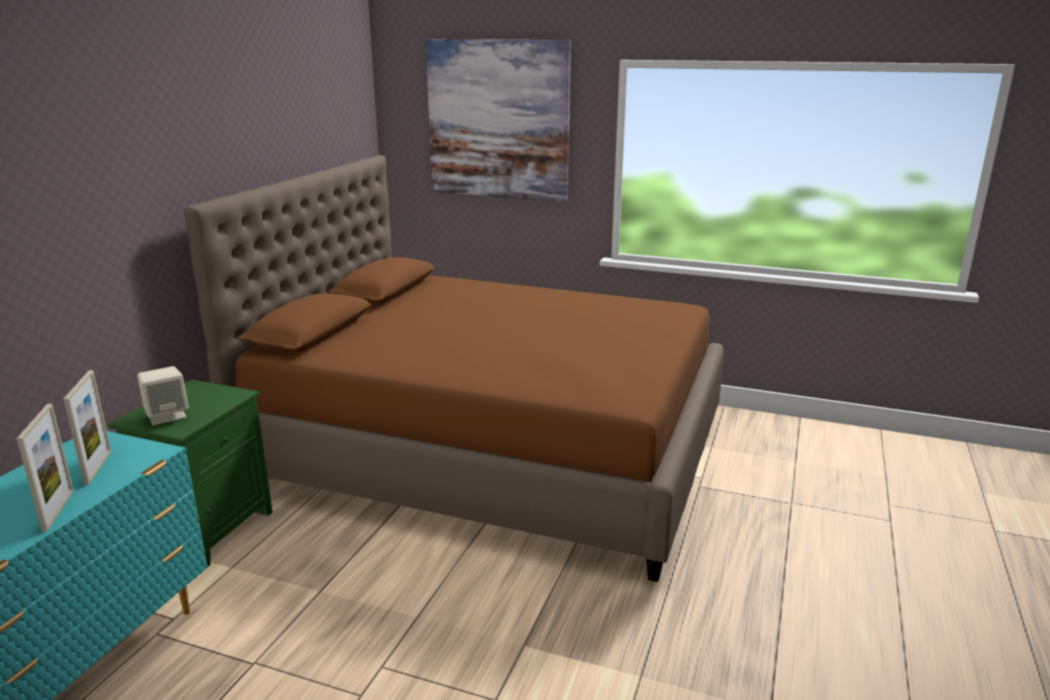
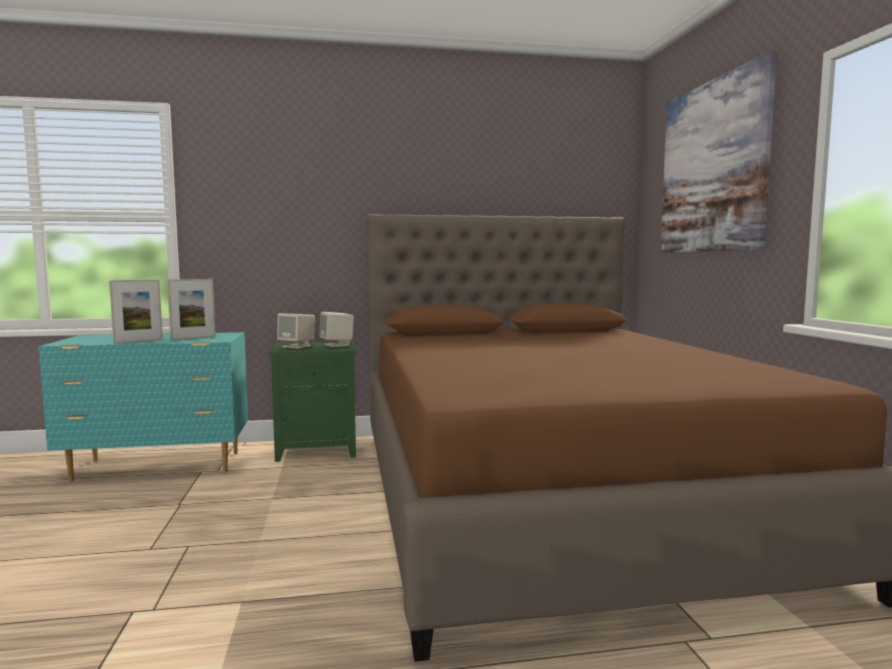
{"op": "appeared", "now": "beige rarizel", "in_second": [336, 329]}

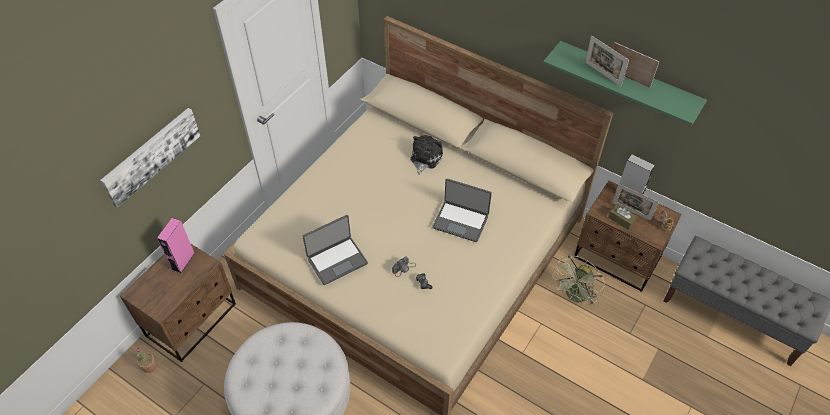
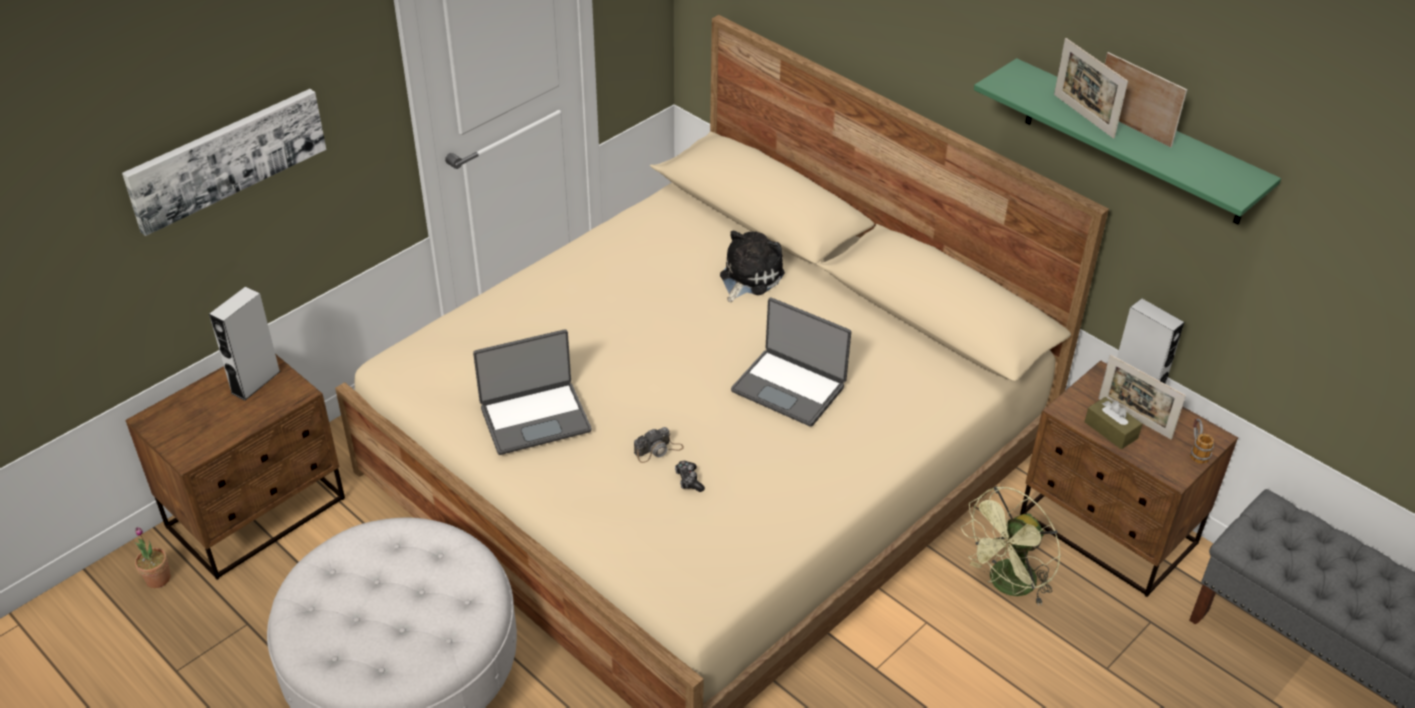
{"op": "colour", "was": "pink rarizel", "now": "grey rarizel", "in_first": [176, 245], "in_second": [245, 343]}

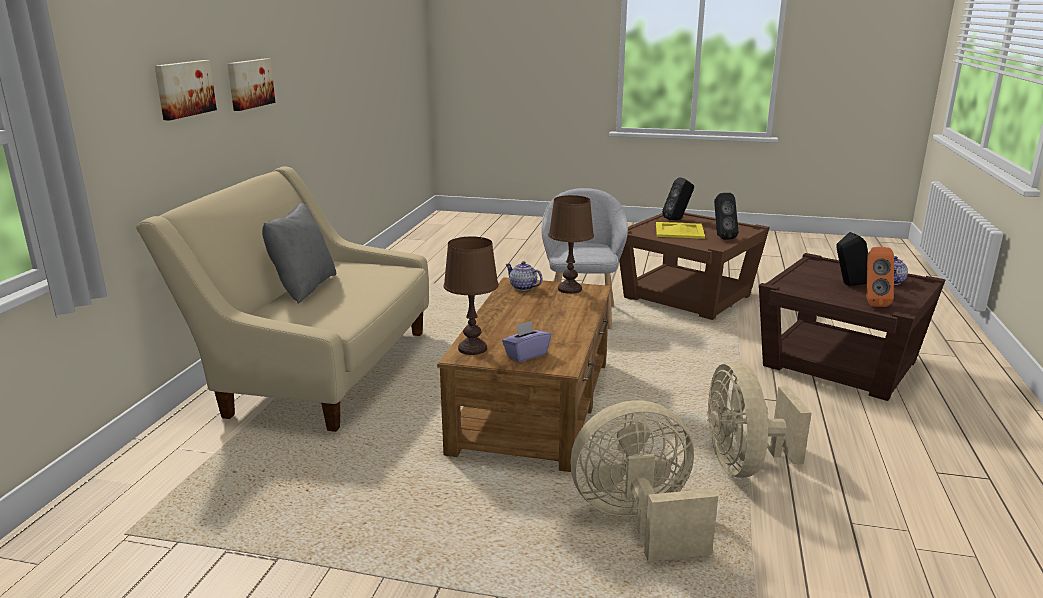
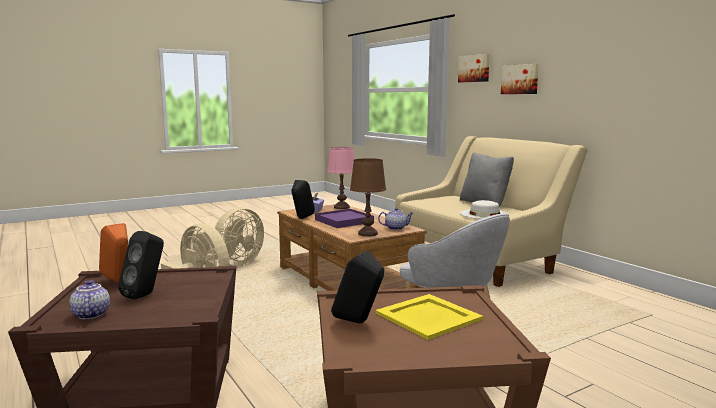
{"op": "relocated", "was": "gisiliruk", "in_first": [251, 84], "in_second": [474, 68]}
{"op": "colour", "was": "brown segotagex", "now": "pink segotagex", "in_first": [471, 296], "in_second": [340, 178]}
{"op": "relocated", "was": "black rarizel", "in_first": [678, 198], "in_second": [303, 199]}
{"op": "appeared", "now": "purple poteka", "in_second": [344, 218]}
{"op": "appeared", "now": "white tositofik", "in_second": [485, 209]}

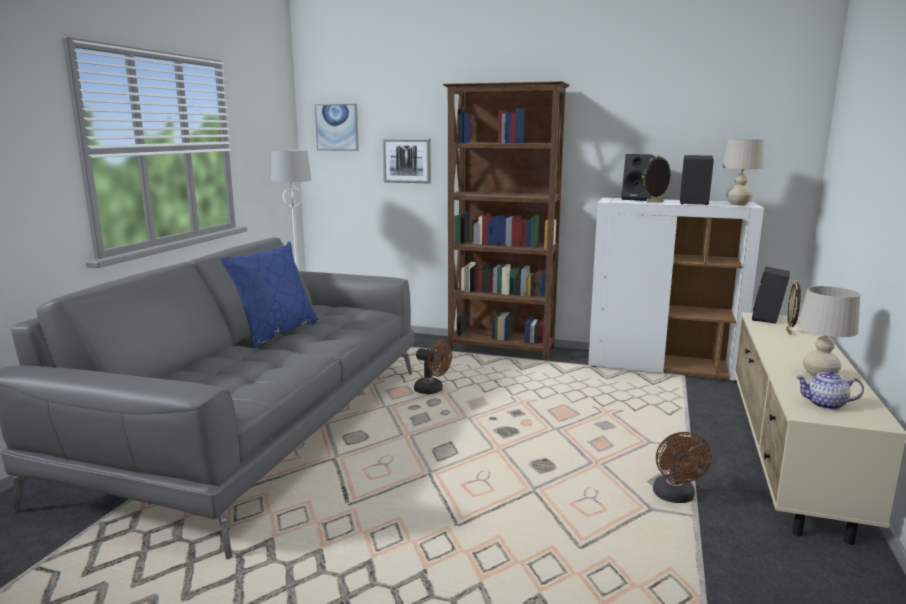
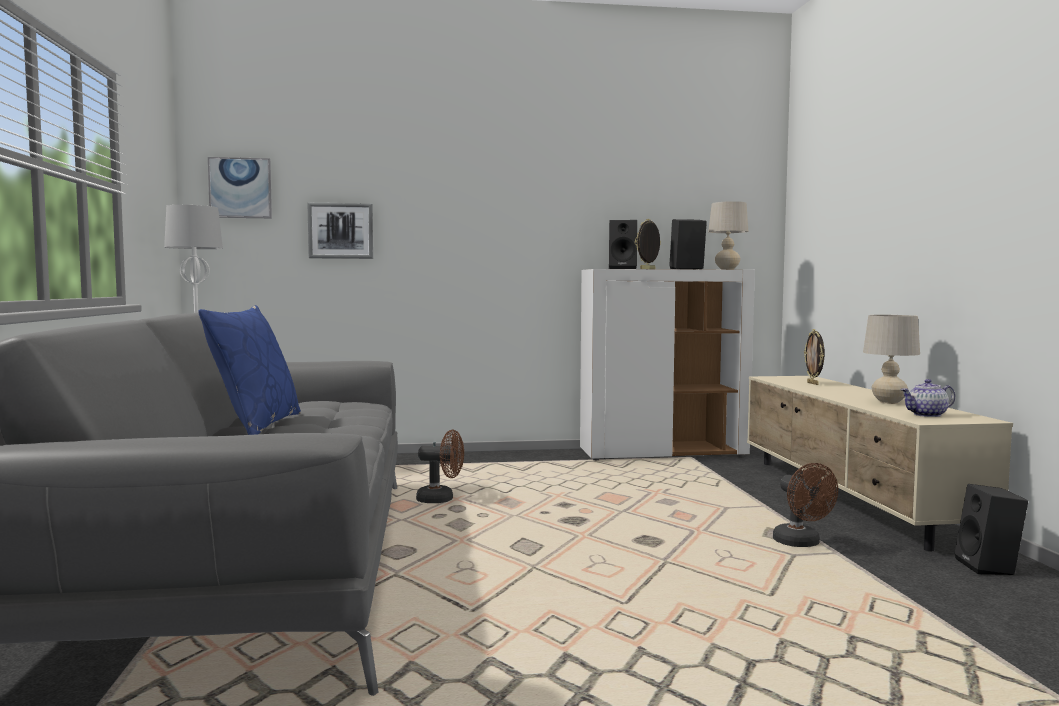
{"op": "missing", "was": "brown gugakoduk", "in_first": [506, 221]}
{"op": "relocated", "was": "black rarizel", "in_first": [771, 295], "in_second": [991, 529]}

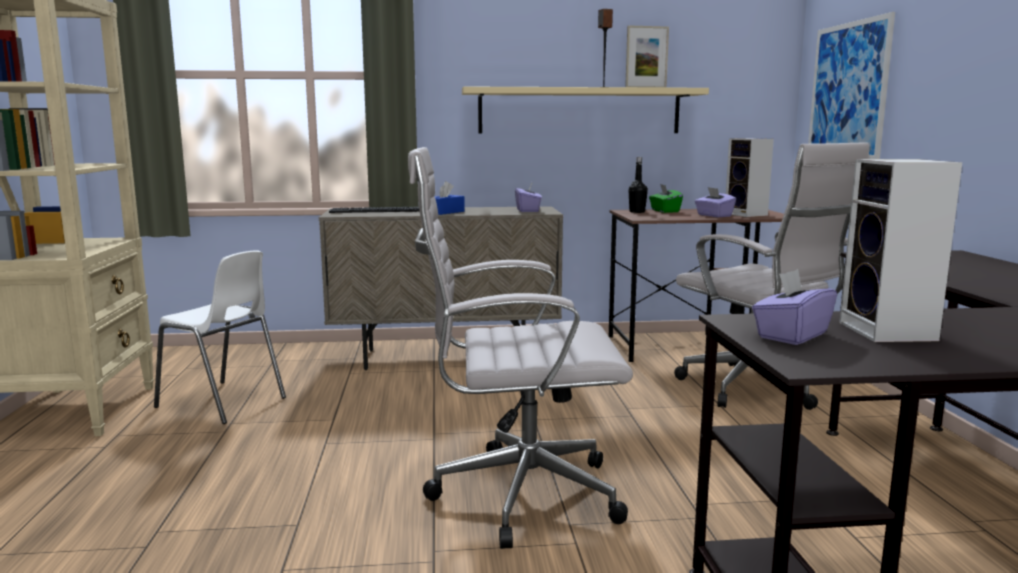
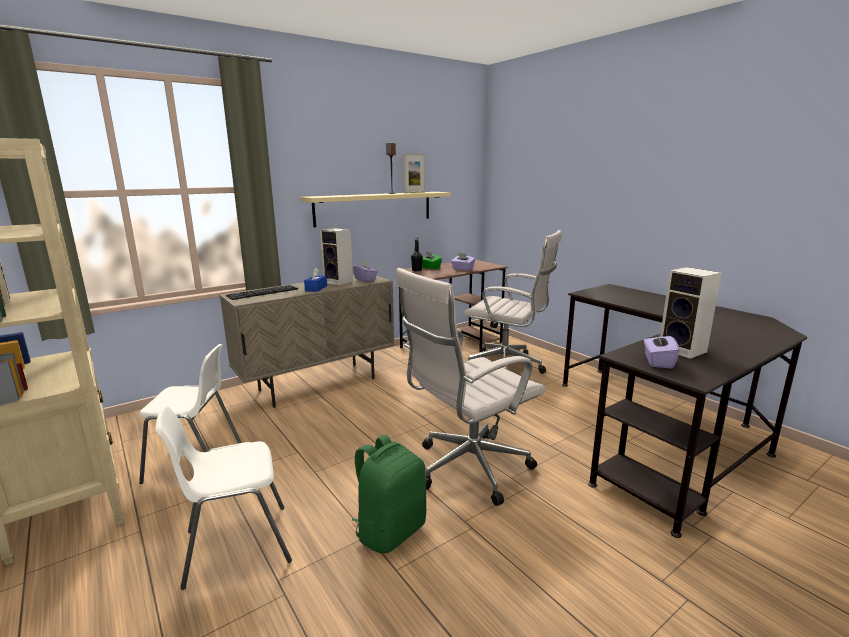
{"op": "relocated", "was": "rarizel", "in_first": [750, 177], "in_second": [336, 257]}
{"op": "missing", "was": "gisiliruk", "in_first": [851, 85]}
{"op": "appeared", "now": "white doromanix", "in_second": [223, 497]}
{"op": "appeared", "now": "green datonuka", "in_second": [389, 494]}

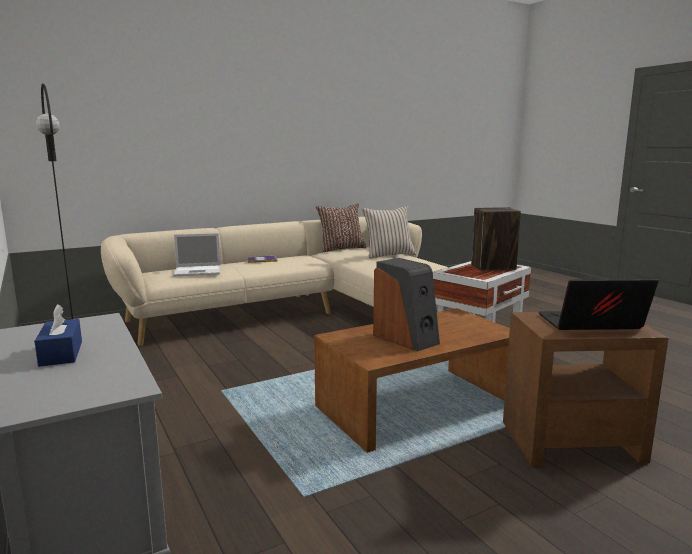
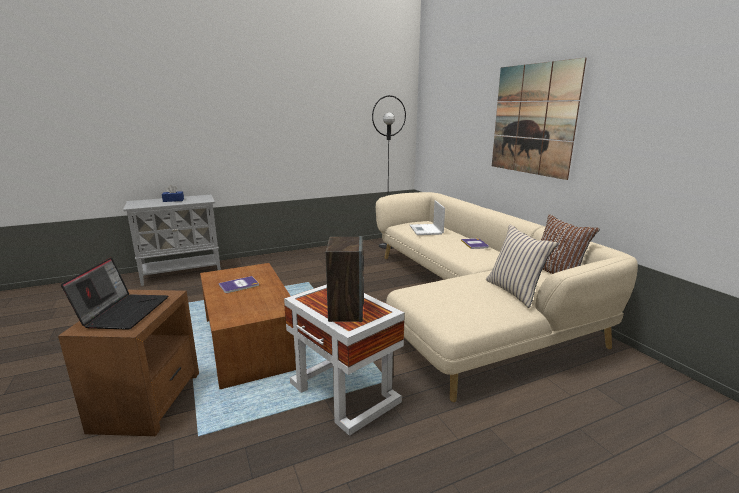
{"op": "exchanged", "was": "rarizel", "now": "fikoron", "in_first": [406, 304], "in_second": [239, 284]}
{"op": "appeared", "now": "gisiliruk", "in_second": [539, 119]}

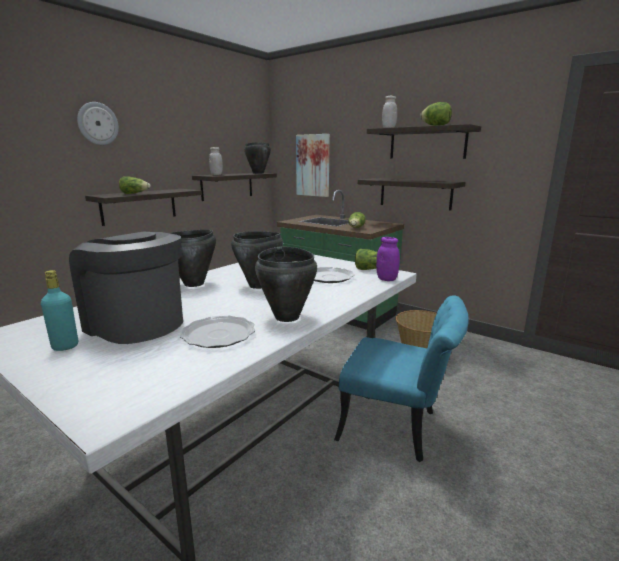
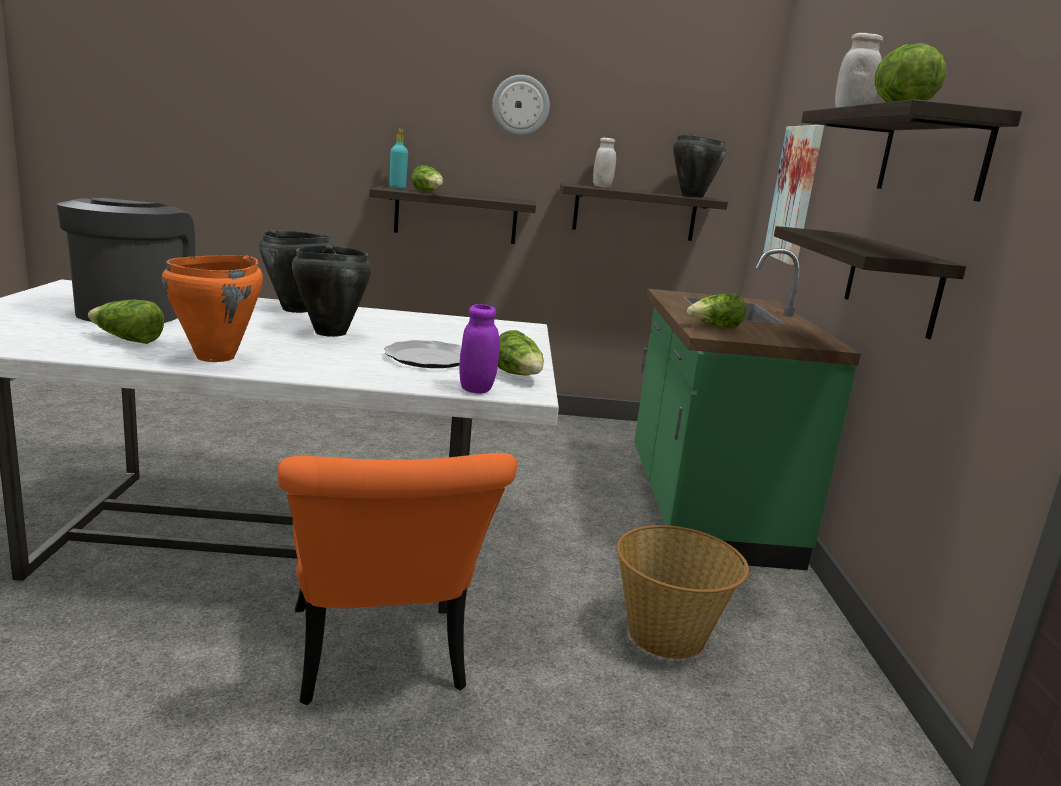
{"op": "relocated", "was": "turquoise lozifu", "in_first": [59, 310], "in_second": [399, 159]}
{"op": "relocated", "was": "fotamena", "in_first": [98, 123], "in_second": [521, 105]}
{"op": "exchanged", "was": "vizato", "now": "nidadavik", "in_first": [217, 332], "in_second": [126, 322]}
{"op": "colour", "was": "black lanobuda", "now": "orange lanobuda", "in_first": [286, 284], "in_second": [212, 308]}
{"op": "colour", "was": "turquoise doromanix", "now": "orange doromanix", "in_first": [401, 378], "in_second": [397, 579]}

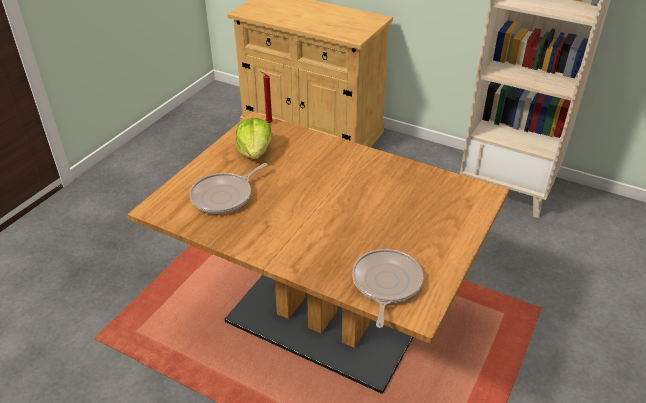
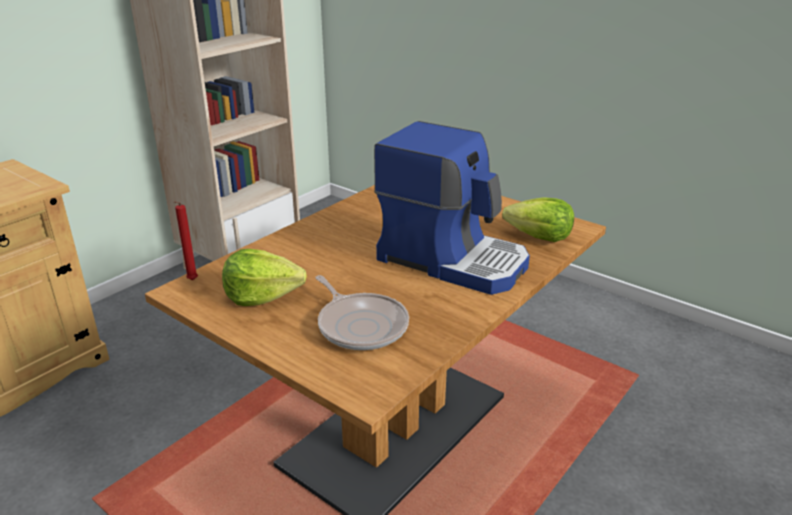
{"op": "exchanged", "was": "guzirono", "now": "nidadavik", "in_first": [387, 288], "in_second": [538, 219]}
{"op": "appeared", "now": "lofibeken", "in_second": [452, 208]}

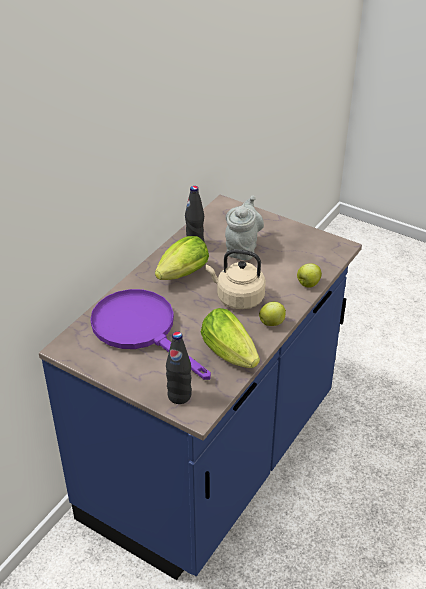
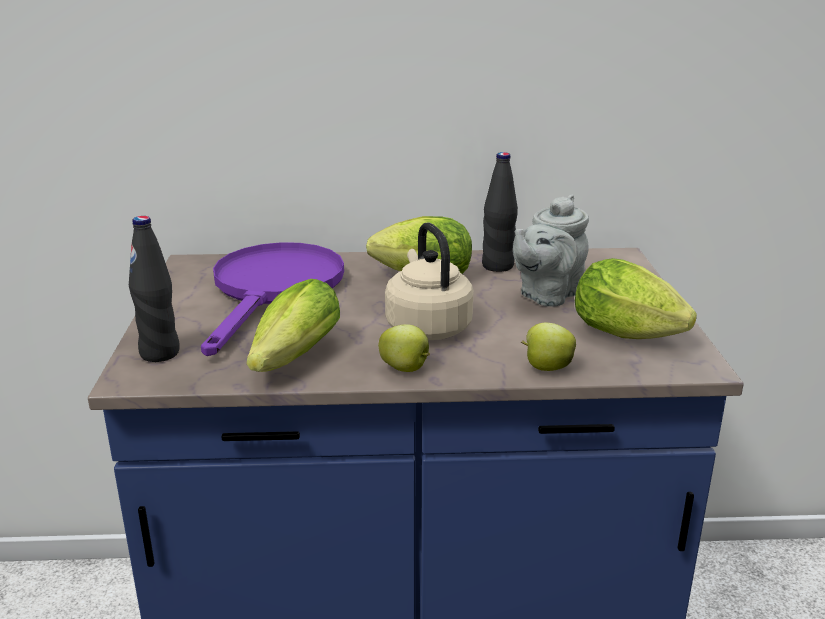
{"op": "spun", "was": "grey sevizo", "in_first": [244, 228], "in_second": [551, 251], "clockwise": 150}
{"op": "appeared", "now": "nidadavik", "in_second": [636, 298]}

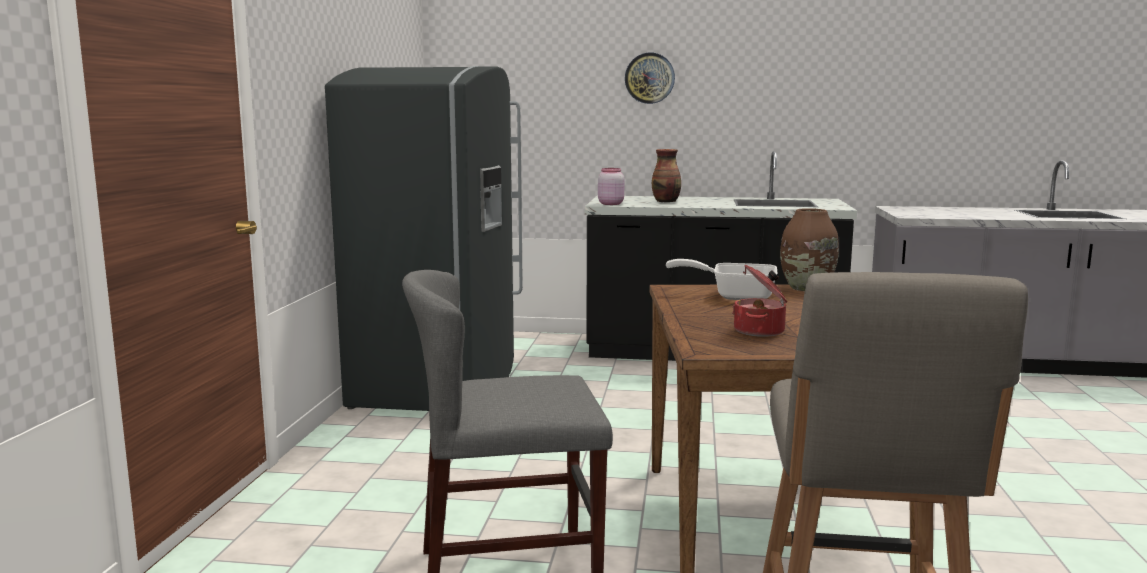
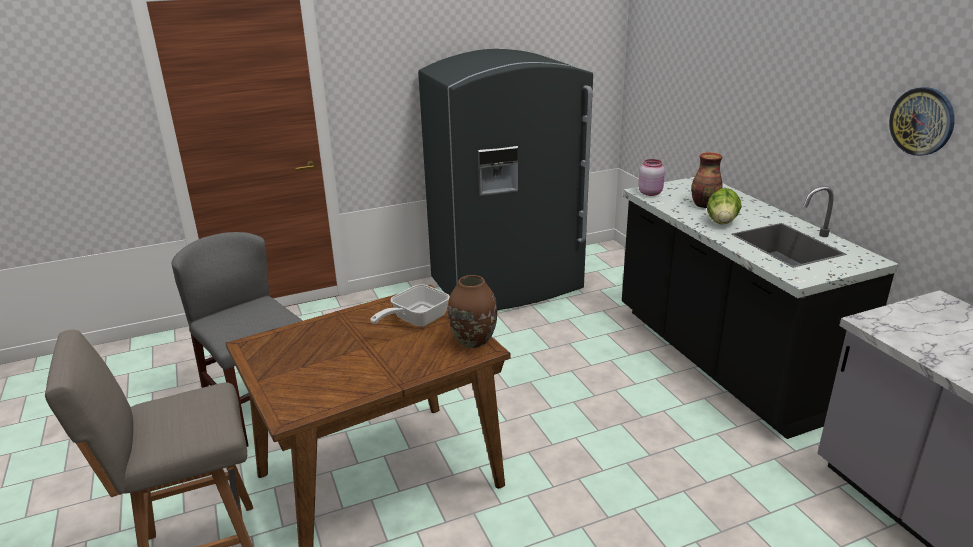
{"op": "relocated", "was": "fotamena", "in_first": [650, 78], "in_second": [922, 121]}
{"op": "spun", "was": "guzirono", "in_first": [722, 279], "in_second": [410, 305], "clockwise": -120}
{"op": "missing", "was": "lanobuda", "in_first": [759, 301]}
{"op": "appeared", "now": "nidadavik", "in_second": [724, 206]}

